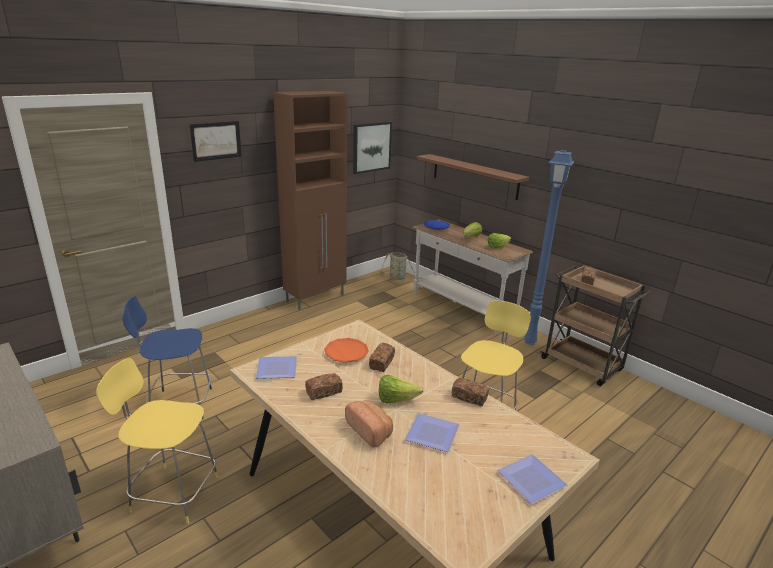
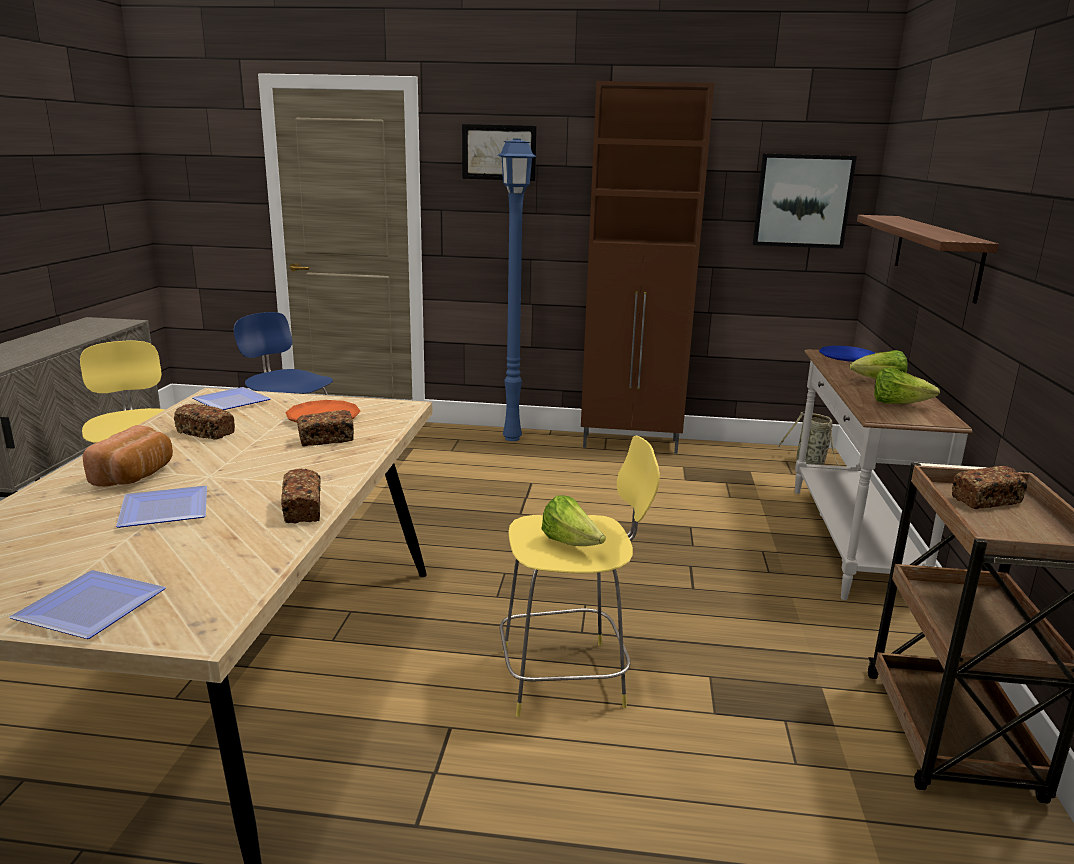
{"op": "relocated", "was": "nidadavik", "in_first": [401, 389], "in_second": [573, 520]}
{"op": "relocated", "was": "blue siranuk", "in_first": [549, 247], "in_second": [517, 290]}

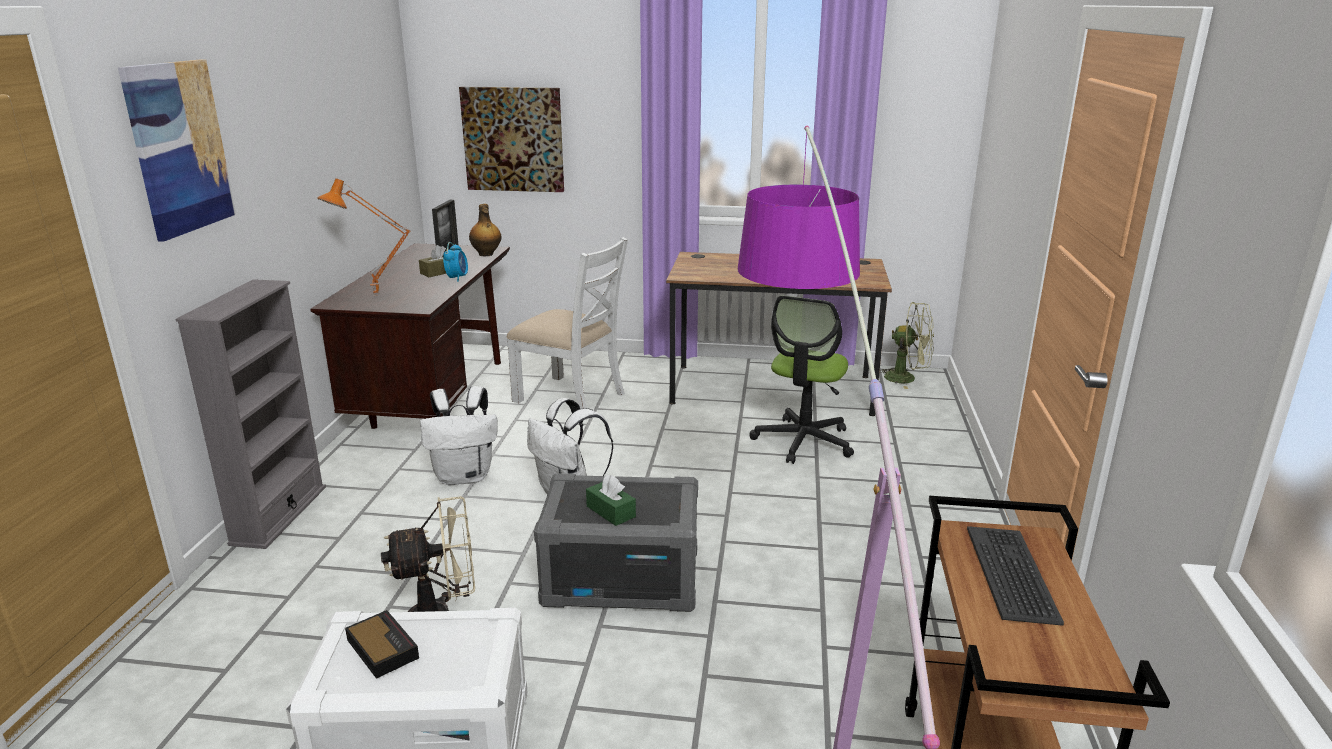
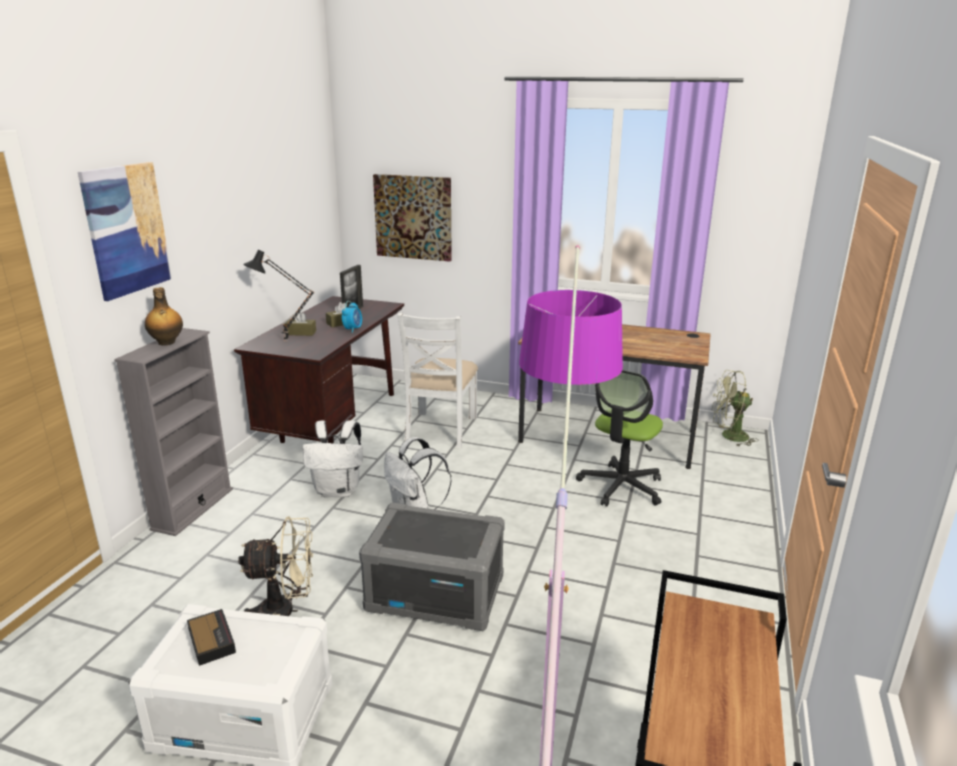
{"op": "colour", "was": "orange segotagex", "now": "black segotagex", "in_first": [364, 237], "in_second": [278, 295]}
{"op": "relocated", "was": "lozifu", "in_first": [485, 230], "in_second": [164, 316]}
{"op": "spun", "was": "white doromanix", "in_first": [567, 328], "in_second": [438, 380], "clockwise": 60}
{"op": "missing", "was": "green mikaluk", "in_first": [611, 500]}
{"op": "spun", "was": "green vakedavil", "in_first": [906, 345], "in_second": [735, 408], "clockwise": 150}
{"op": "missing", "was": "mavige", "in_first": [1015, 576]}
{"op": "appeared", "now": "brown mikaluk", "in_second": [300, 323]}

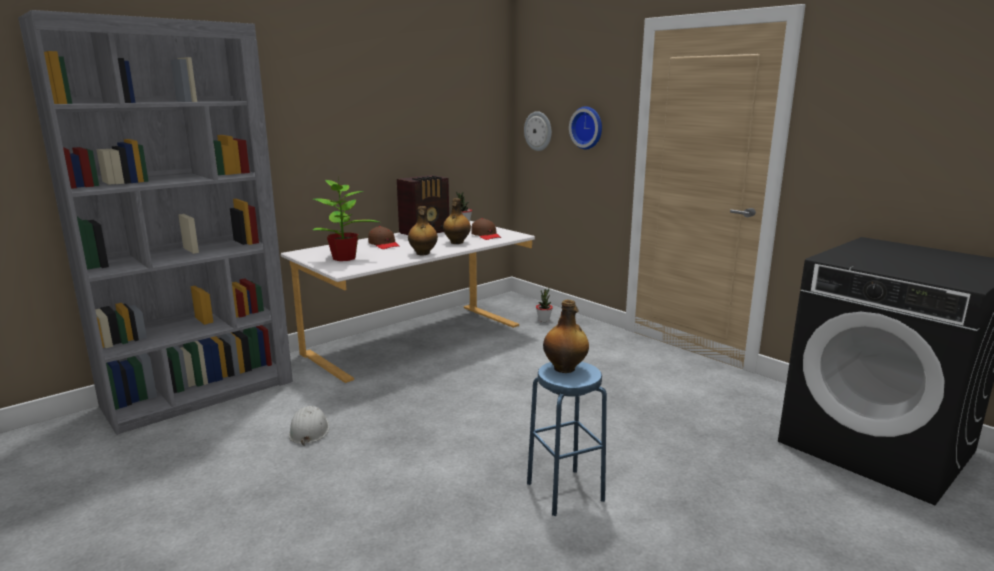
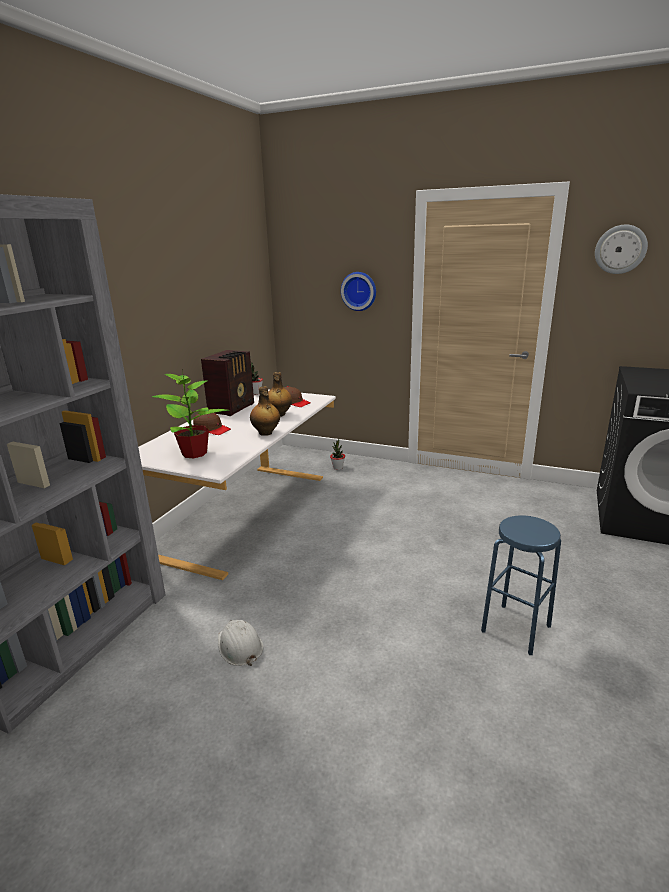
{"op": "relocated", "was": "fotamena", "in_first": [538, 131], "in_second": [621, 249]}
{"op": "missing", "was": "lozifu", "in_first": [566, 336]}

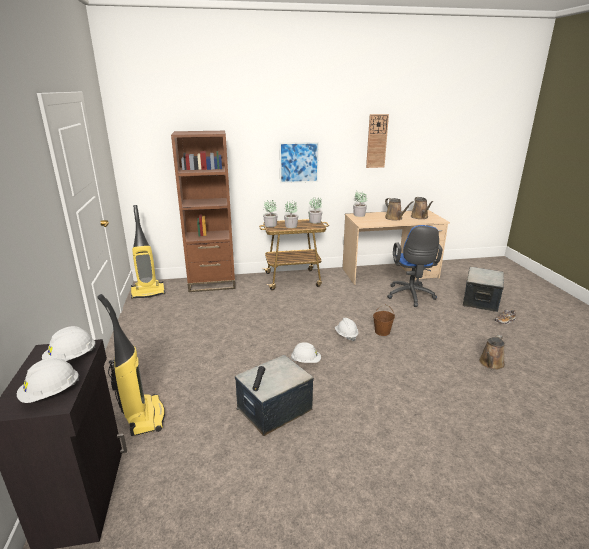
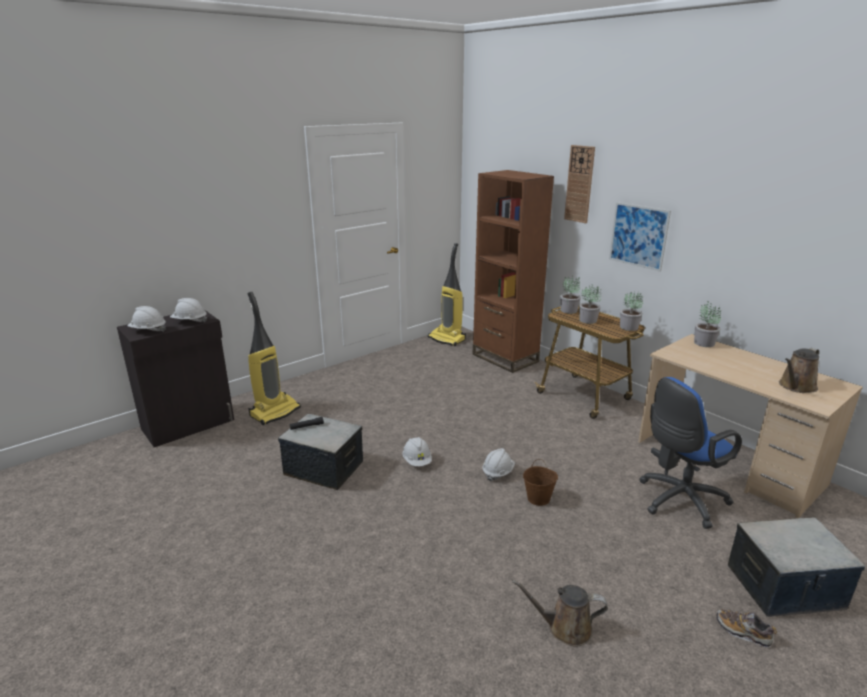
{"op": "relocated", "was": "fotamena", "in_first": [377, 141], "in_second": [579, 184]}
{"op": "missing", "was": "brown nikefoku", "in_first": [399, 209]}

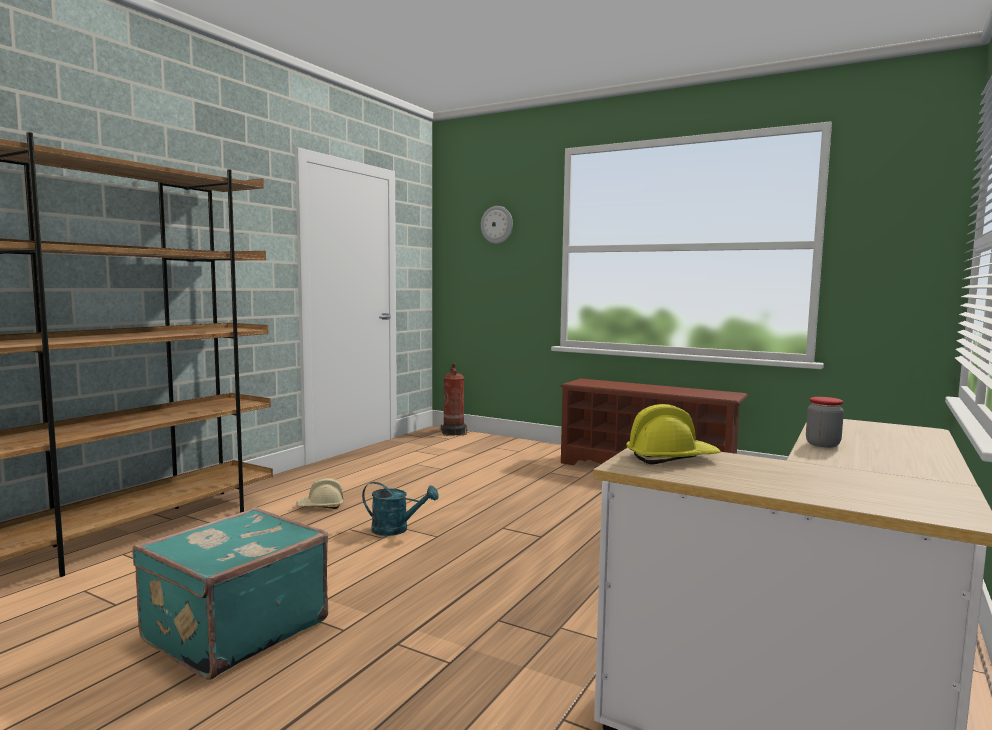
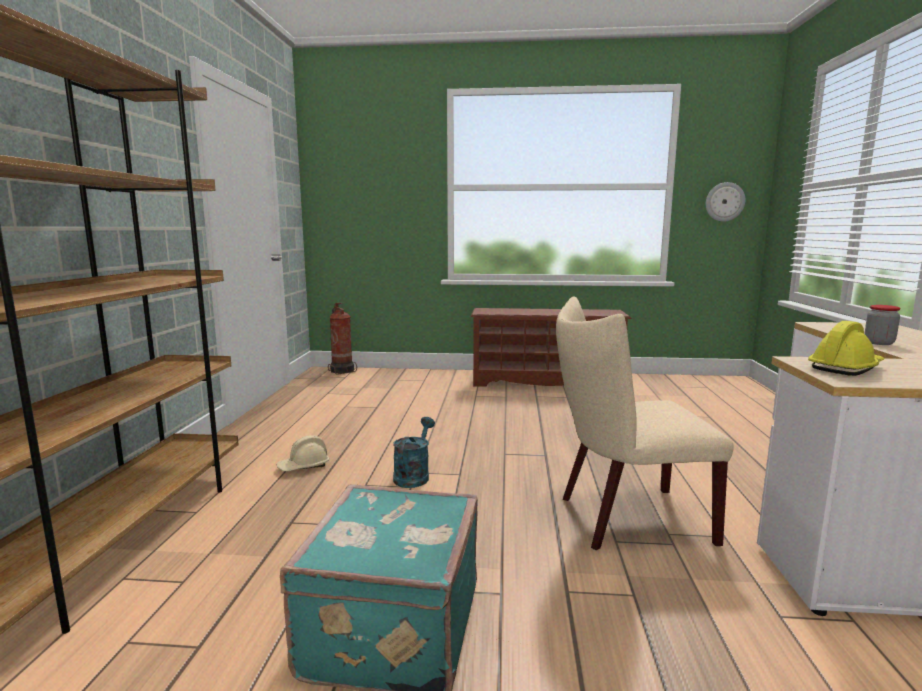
{"op": "spun", "was": "turquoise nikefoku", "in_first": [400, 509], "in_second": [414, 452], "clockwise": -60}
{"op": "relocated", "was": "fotamena", "in_first": [497, 225], "in_second": [725, 202]}
{"op": "appeared", "now": "beige doromanix", "in_second": [645, 423]}

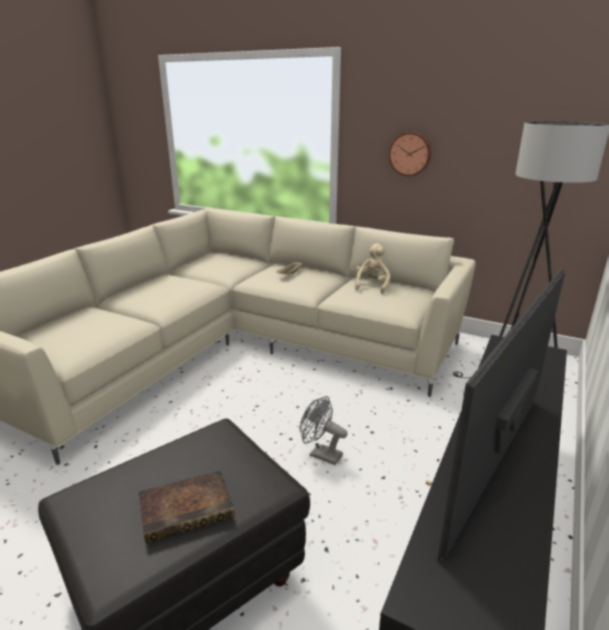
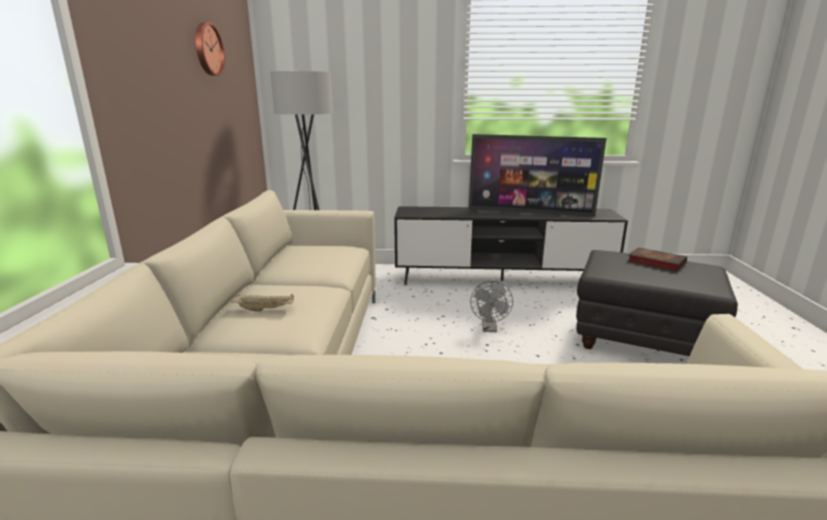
{"op": "missing", "was": "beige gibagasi", "in_first": [372, 268]}
{"op": "relocated", "was": "fotamena", "in_first": [410, 154], "in_second": [210, 49]}

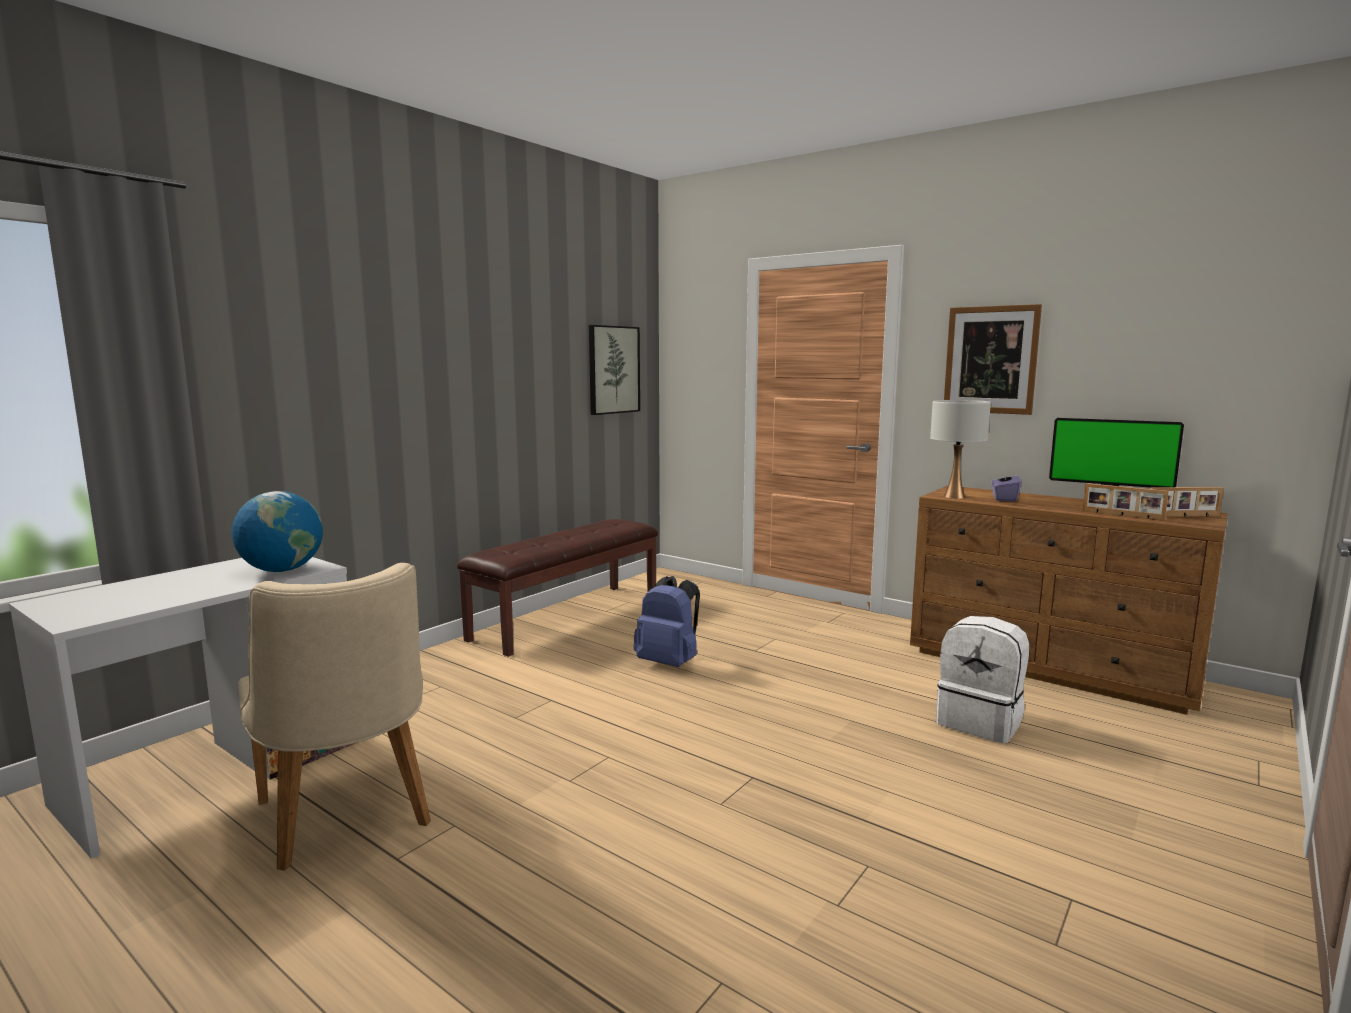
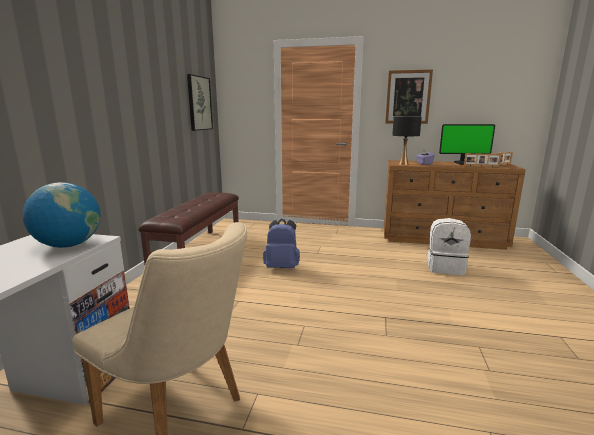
{"op": "colour", "was": "white segotagex", "now": "black segotagex", "in_first": [960, 449], "in_second": [407, 140]}

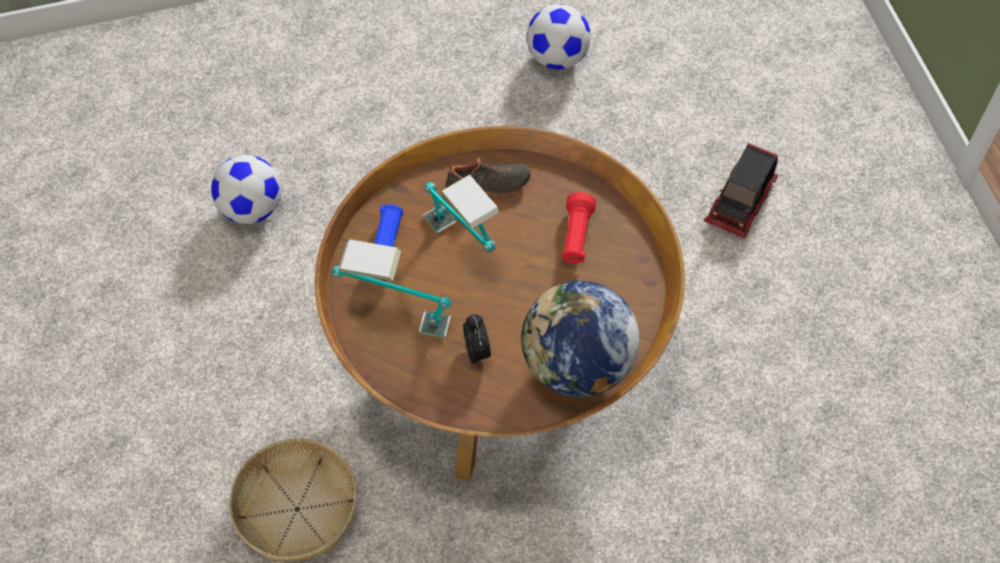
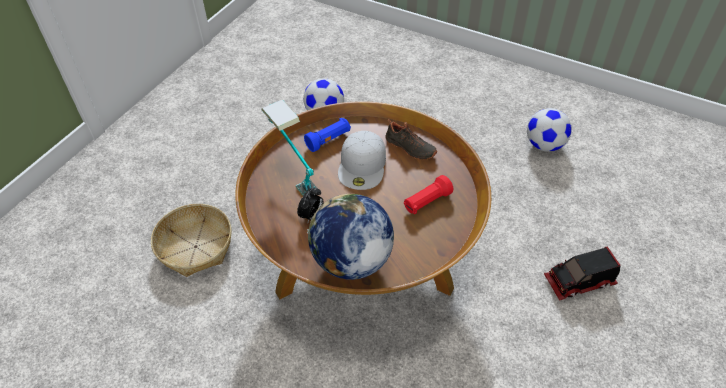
{"op": "exchanged", "was": "segotagex", "now": "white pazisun", "in_first": [461, 213], "in_second": [362, 160]}

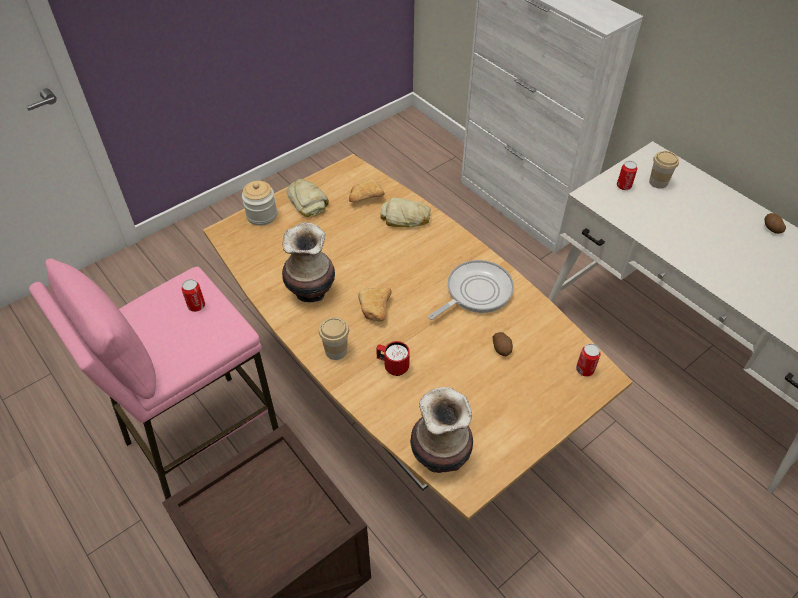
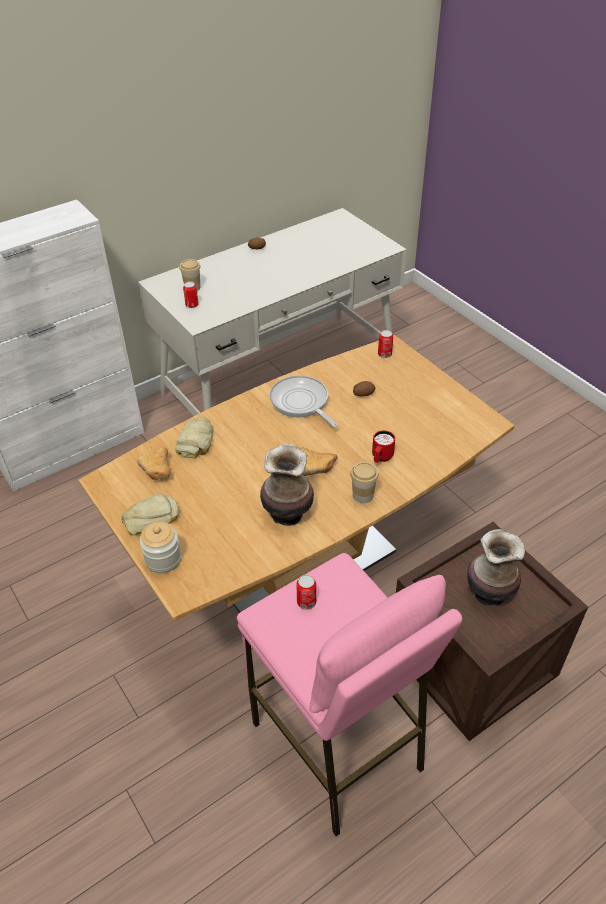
{"op": "relocated", "was": "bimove", "in_first": [441, 430], "in_second": [496, 567]}

